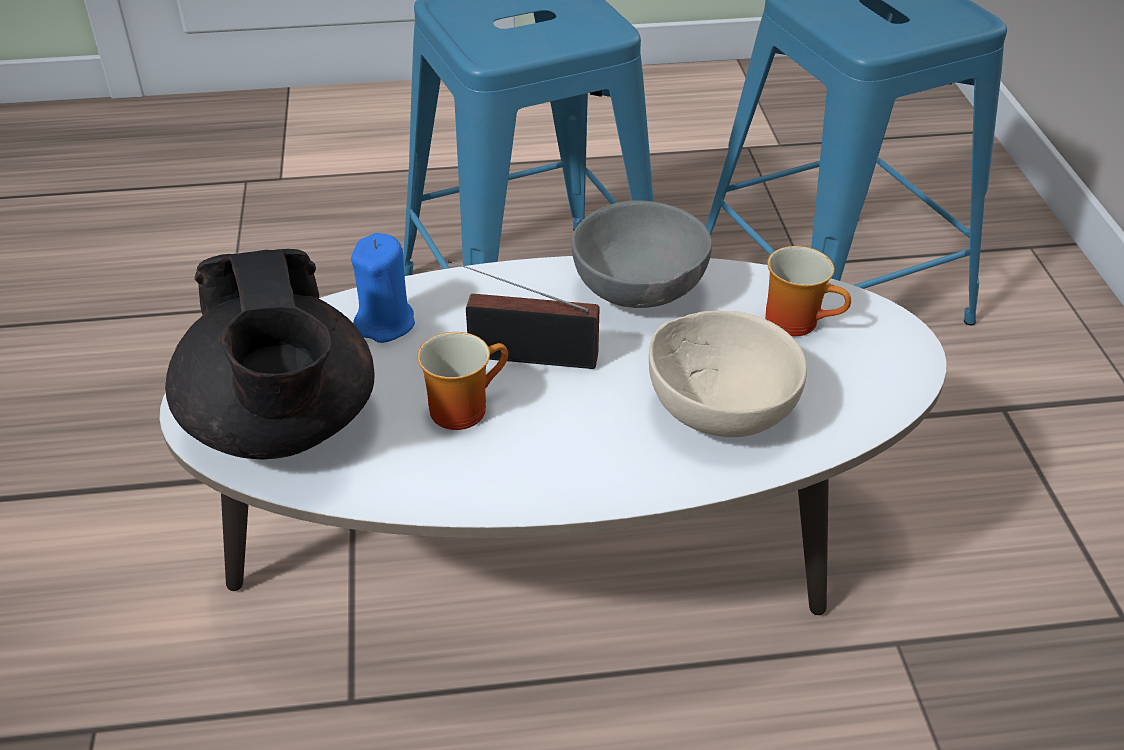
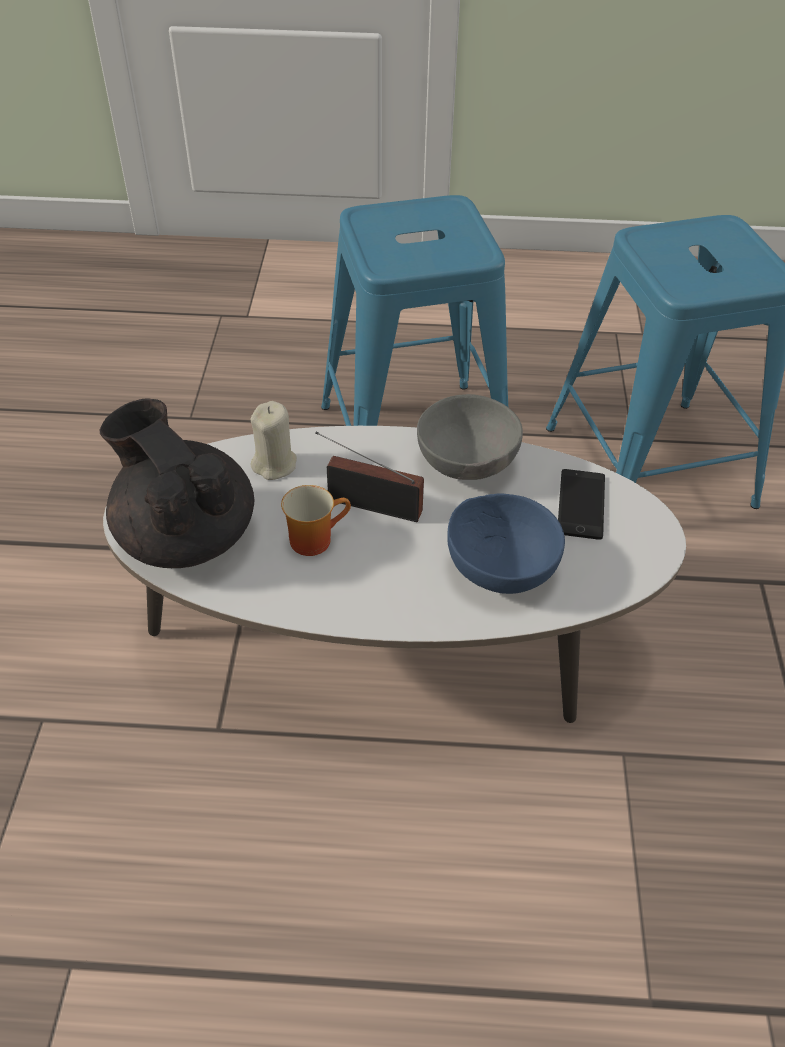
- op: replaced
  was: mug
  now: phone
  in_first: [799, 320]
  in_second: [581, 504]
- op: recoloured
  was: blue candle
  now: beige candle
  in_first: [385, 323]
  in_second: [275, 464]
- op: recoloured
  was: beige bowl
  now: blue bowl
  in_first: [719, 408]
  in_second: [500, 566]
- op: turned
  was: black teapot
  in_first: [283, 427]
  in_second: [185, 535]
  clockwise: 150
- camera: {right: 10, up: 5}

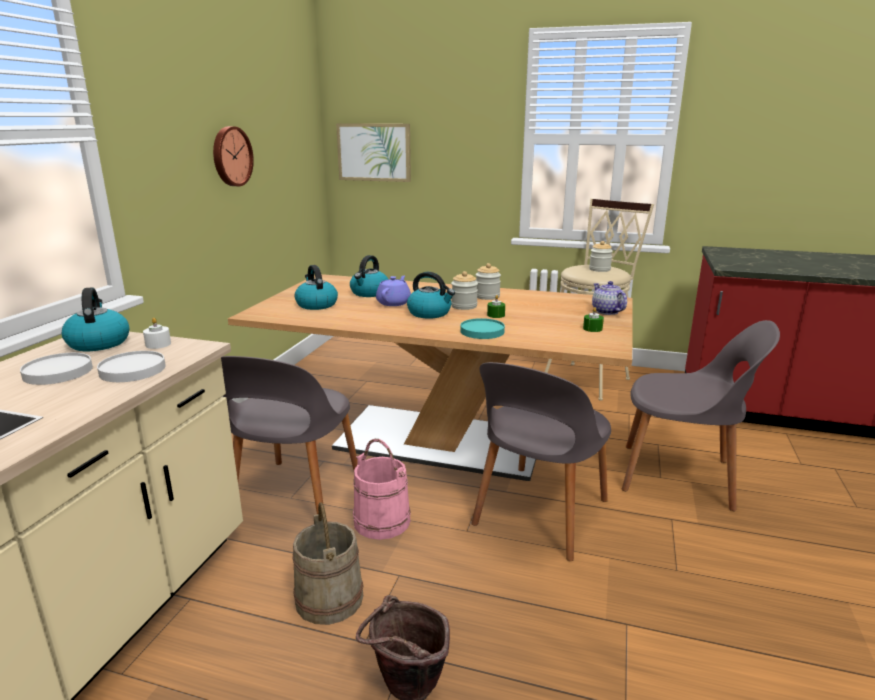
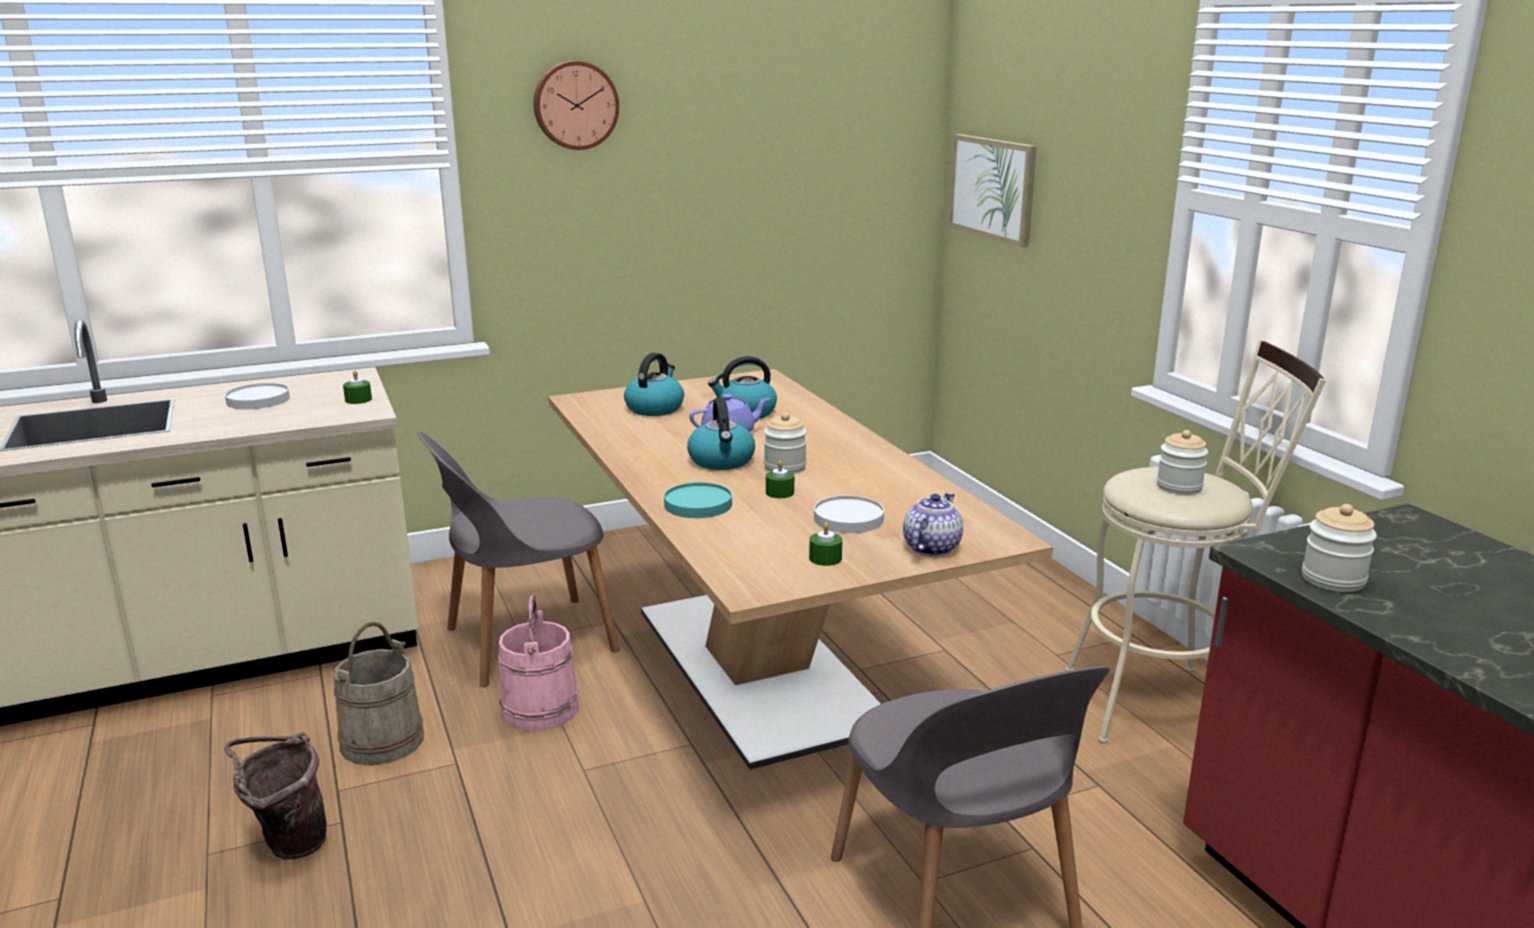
- op: removed
  was: kettle
  in_first: [98, 343]
- op: removed
  was: grey chair
  in_first: [539, 514]
- op: moved
  was: white plate
  in_first: [132, 370]
  in_second: [848, 518]
- op: moved
  was: wall clock
  in_first: [231, 156]
  in_second: [575, 105]
- op: moved
  was: jar
  in_first: [487, 296]
  in_second: [1333, 579]
- op: recoloured
  was: white candle
  now: green candle
  in_first: [158, 344]
  in_second: [358, 400]
- camera: {right: 50, up: 0}

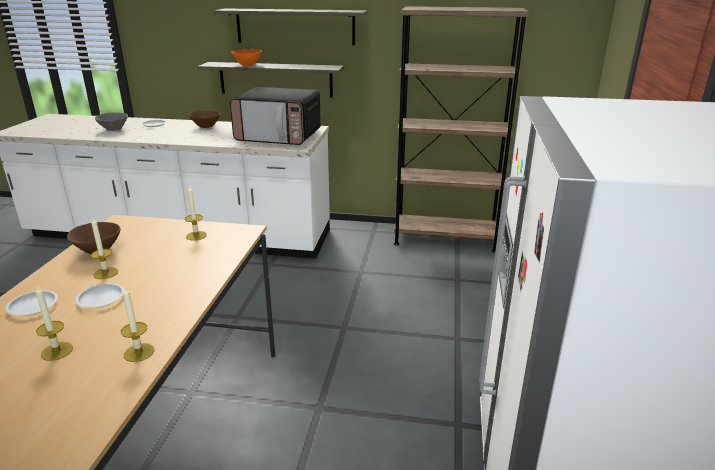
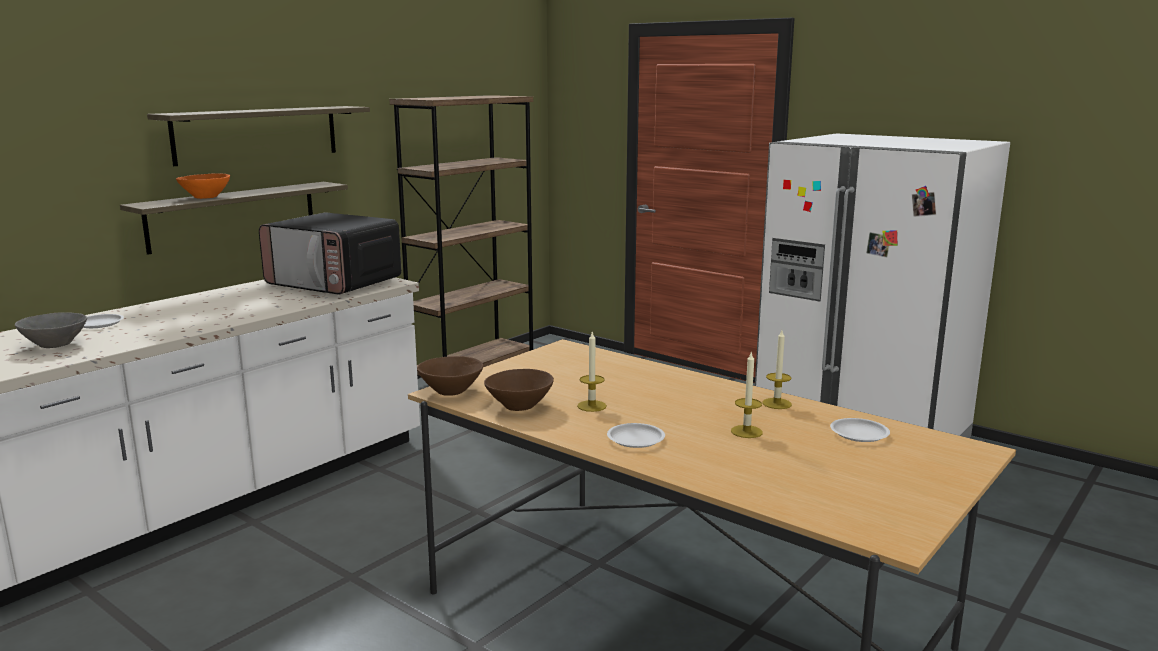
- op: removed
  was: candle
  in_first: [196, 236]
- op: moved
  was: white plate
  in_first: [101, 299]
  in_second: [859, 434]
- op: moved
  was: brown bowl
  in_first: [206, 126]
  in_second: [452, 391]
- op: turned
  was: microwave
  in_first: [279, 137]
  in_second: [334, 283]
  clockwise: 75
- camera: {right: -60, up: -10}

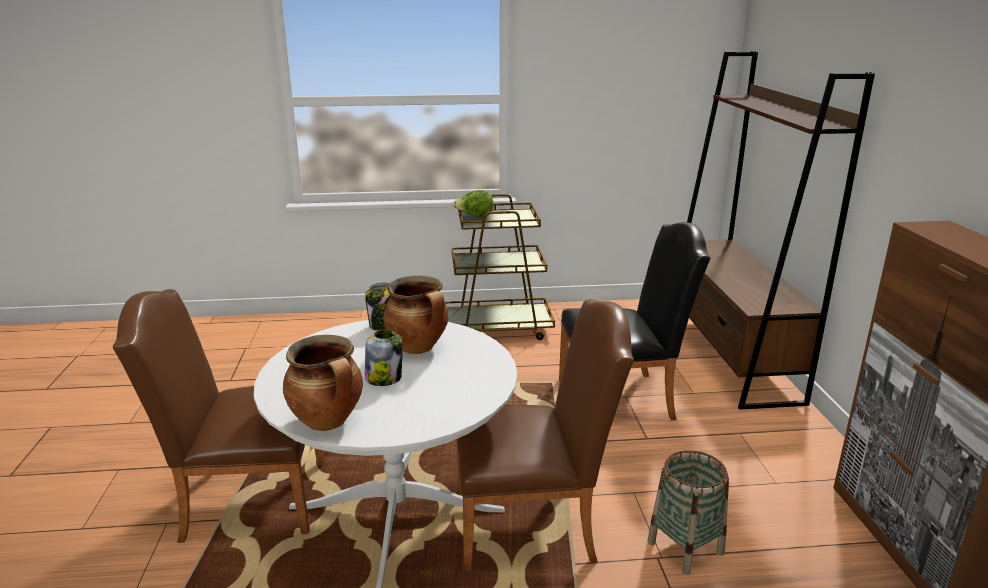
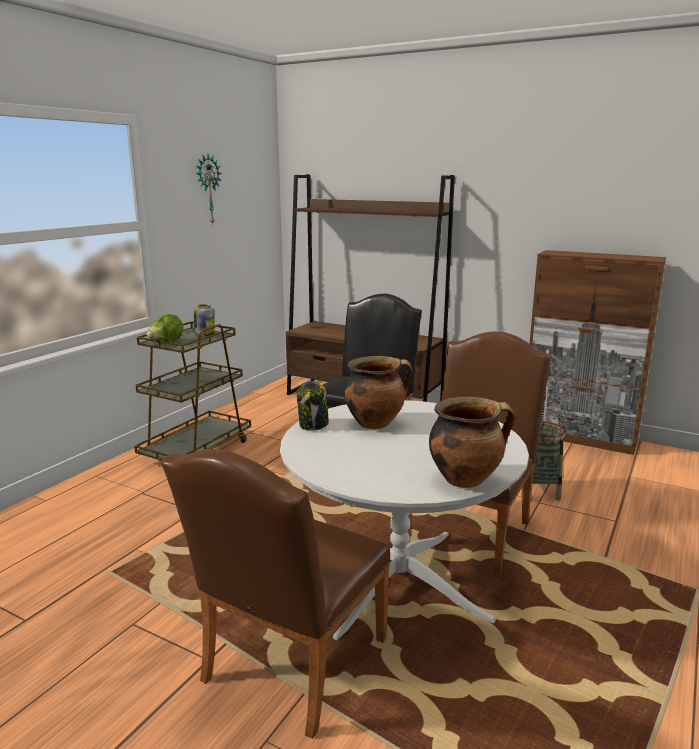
- op: added
  now: wall clock
  in_second: [207, 189]
- op: moved
  was: jar
  in_first: [384, 378]
  in_second: [204, 335]
- camera: {right: -55, up: -5}

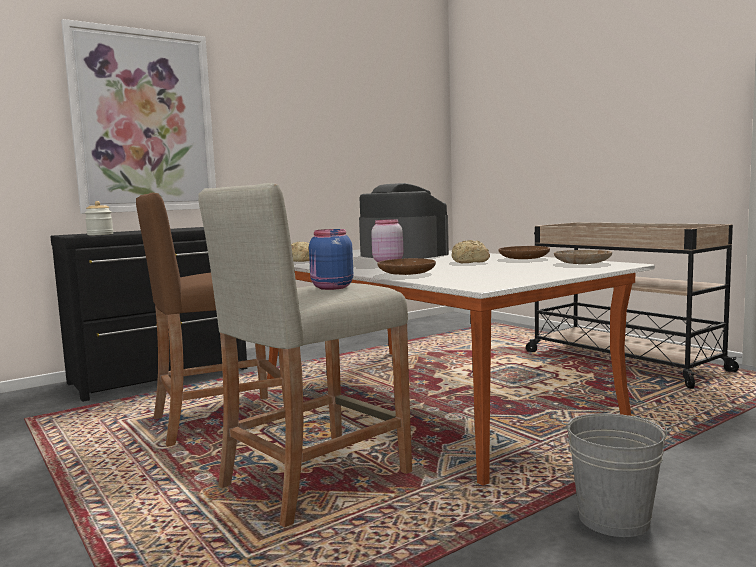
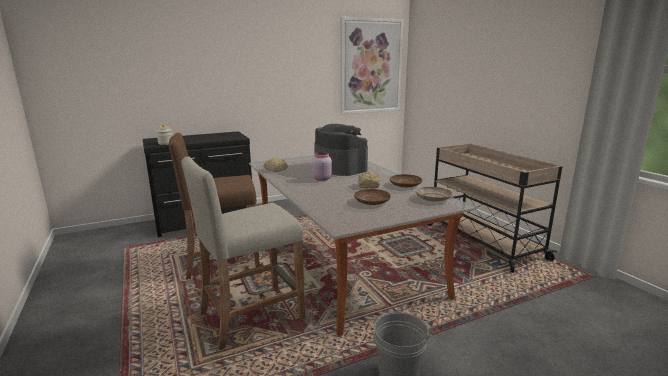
- op: removed
  was: blue jar
  in_first: [331, 288]
- op: moved
  was: picture
  in_first: [144, 122]
  in_second: [370, 66]
- op: moved
  was: brown plate
  in_first: [407, 273]
  in_second: [372, 201]
- camera: {right: 10, up: 10}

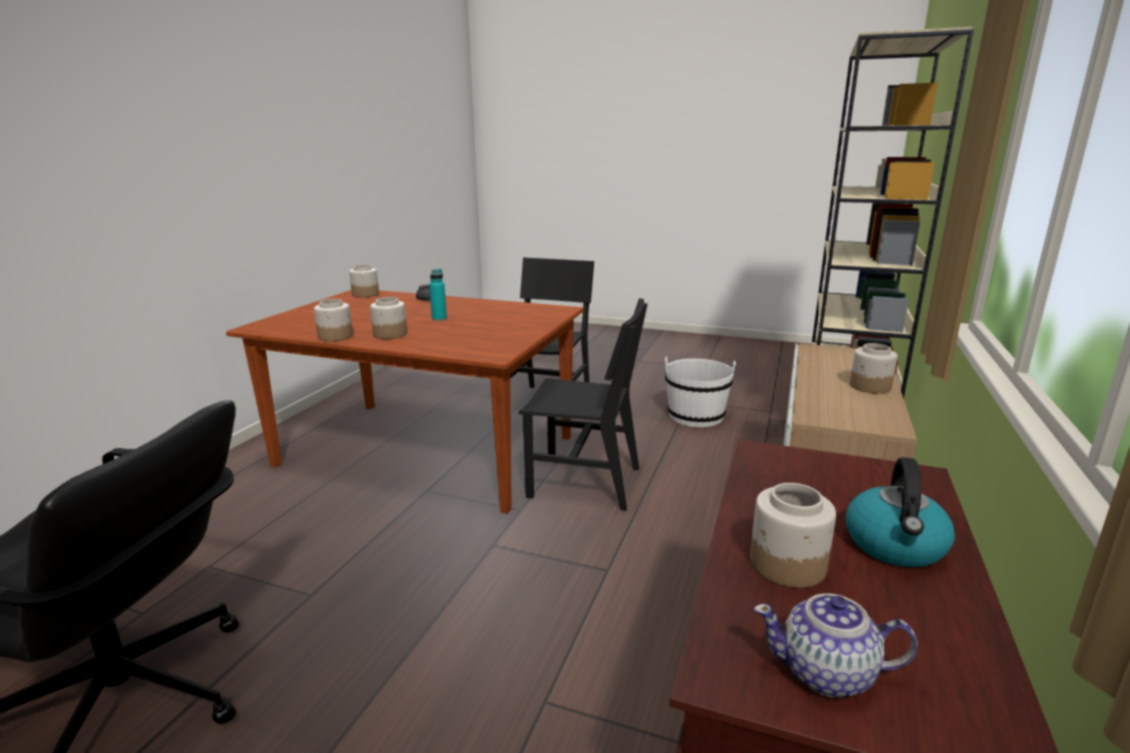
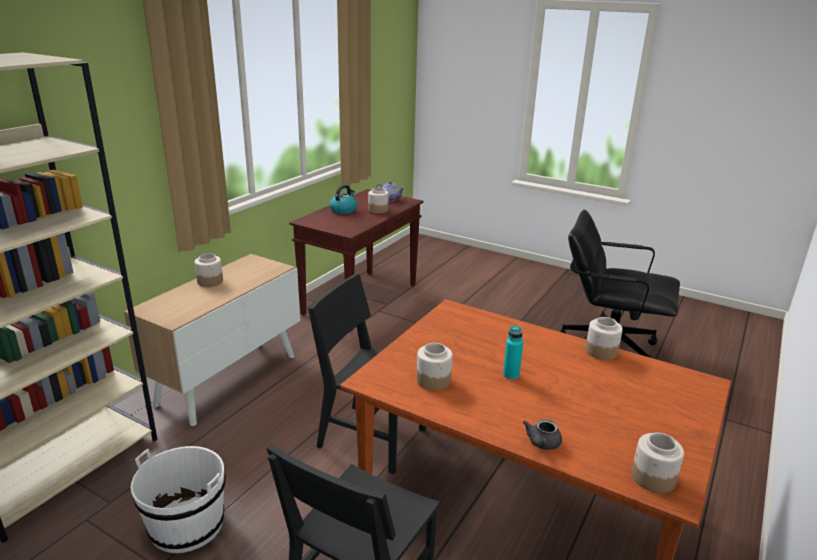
- op: moved
  was: jar
  in_first: [390, 334]
  in_second: [433, 380]
- camera: {right: -170, up: 5}

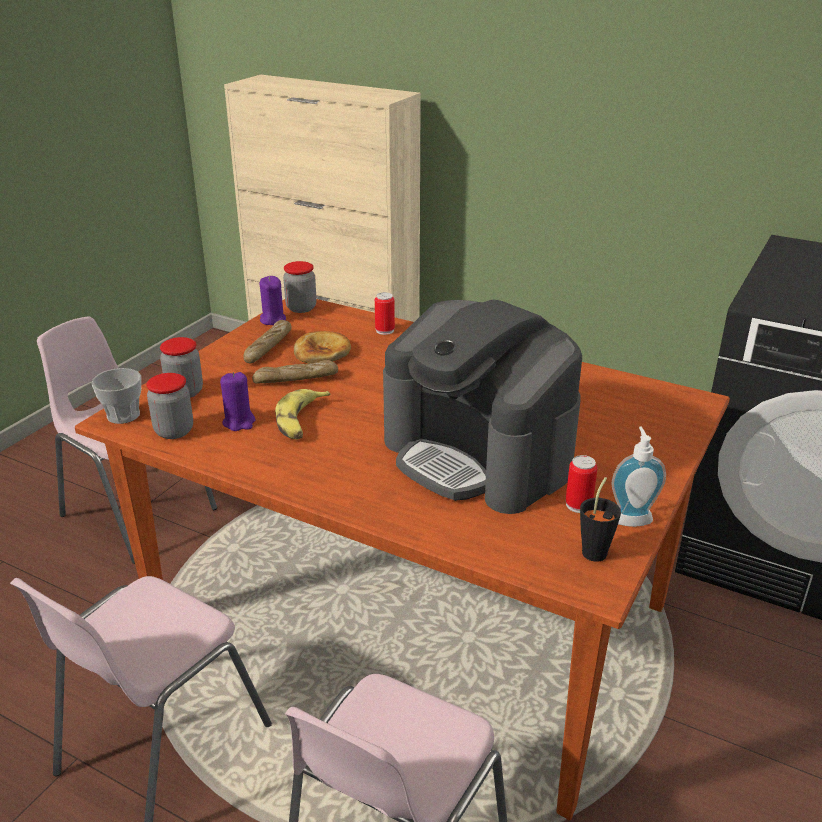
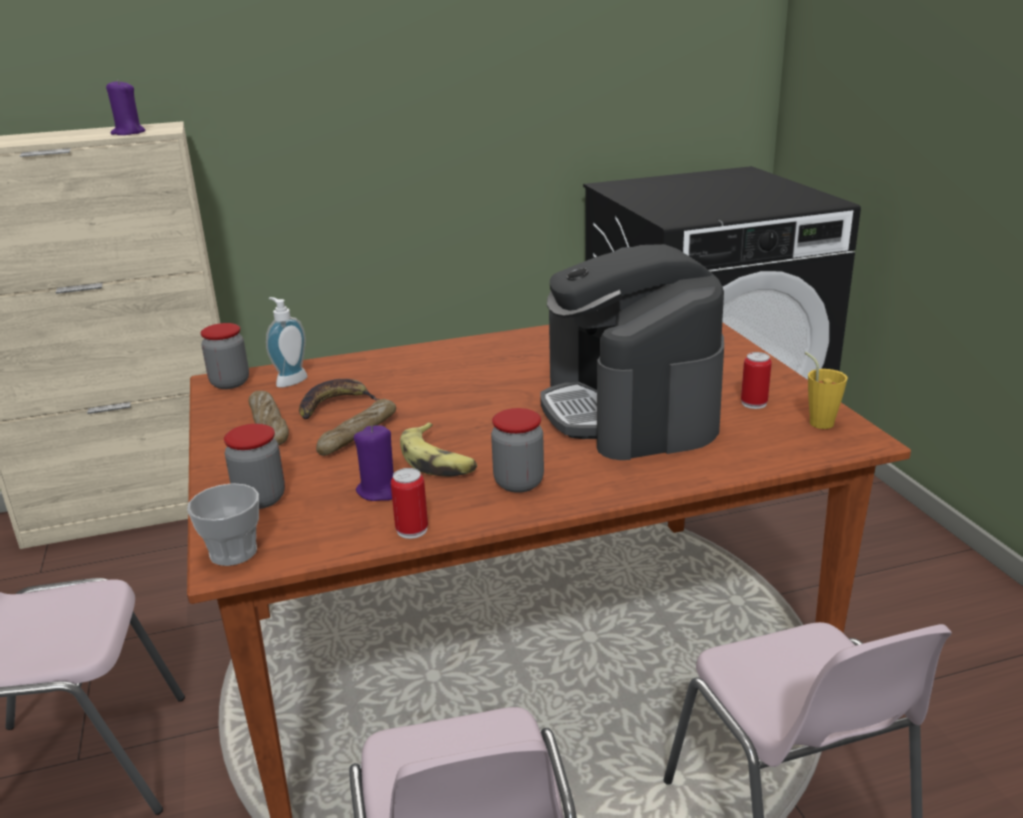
- op: moved
  was: jar
  in_first: [174, 431]
  in_second: [518, 483]
- op: moved
  was: purple candle
  in_first: [272, 320]
  in_second: [128, 133]
- op: moved
  was: can
  in_first: [385, 330]
  in_second: [412, 530]
- op: moved
  was: soap dispenser
  in_first: [631, 517]
  in_second: [289, 380]
- op: replaced
  was: bread
  now: banana
  in_first: [322, 352]
  in_second: [334, 405]
- op: recoloured
  was: black cup
  now: yellow cup
  in_first: [596, 549]
  in_second: [818, 421]
- op: turned
  was: coffee machine
  in_first: [478, 456]
  in_second: [629, 410]
  clockwise: 75
- camera: {right: -45, up: -5}

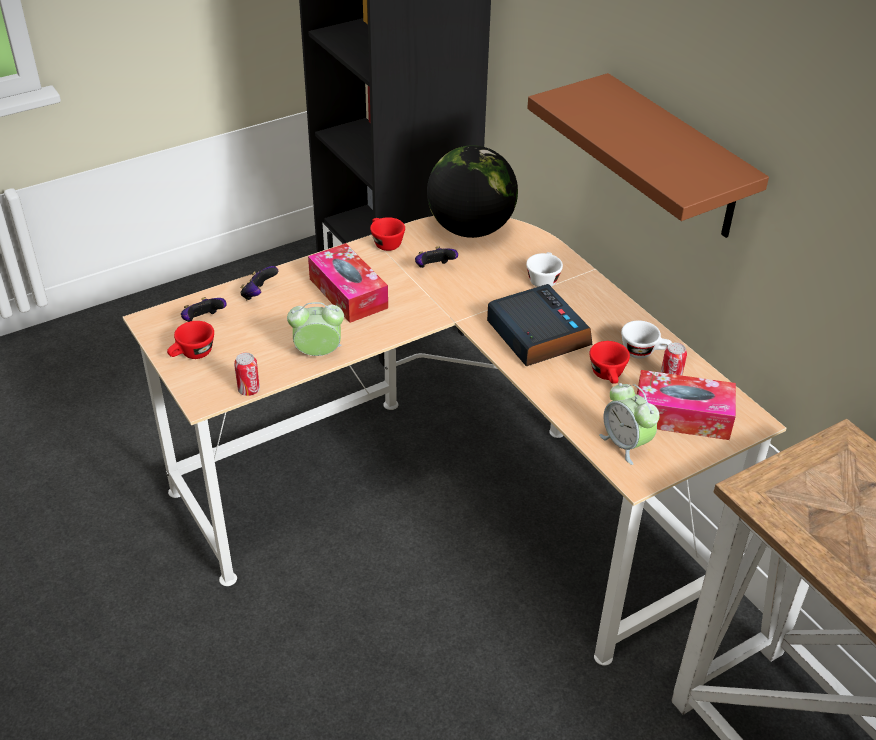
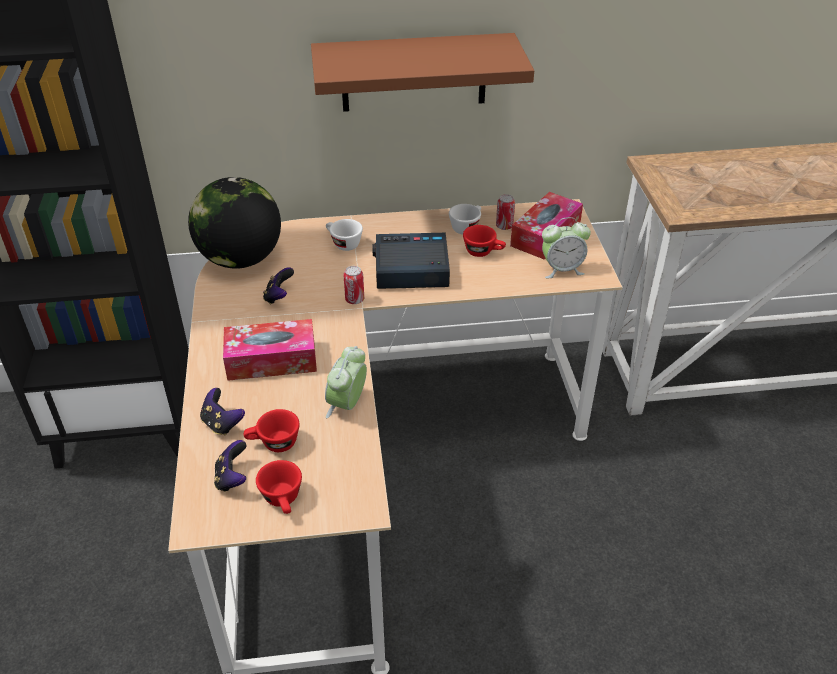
- op: moved
  was: can
  in_first: [249, 390]
  in_second: [354, 300]
- op: moved
  was: red cup
  in_first: [385, 242]
  in_second: [273, 444]
- camera: {right: -65, up: 0}

